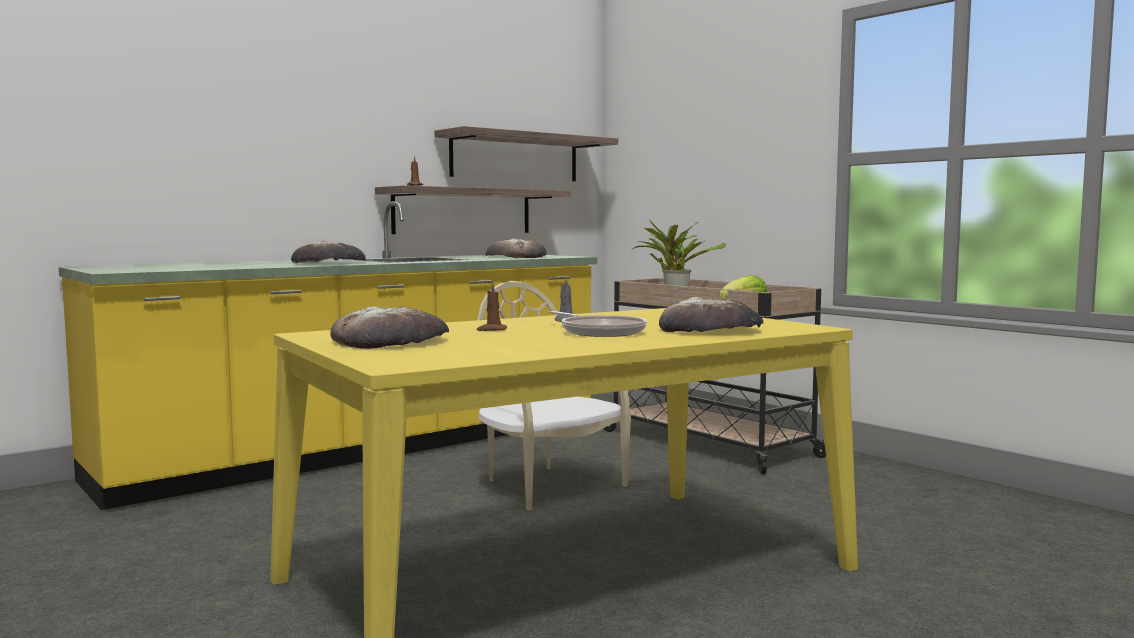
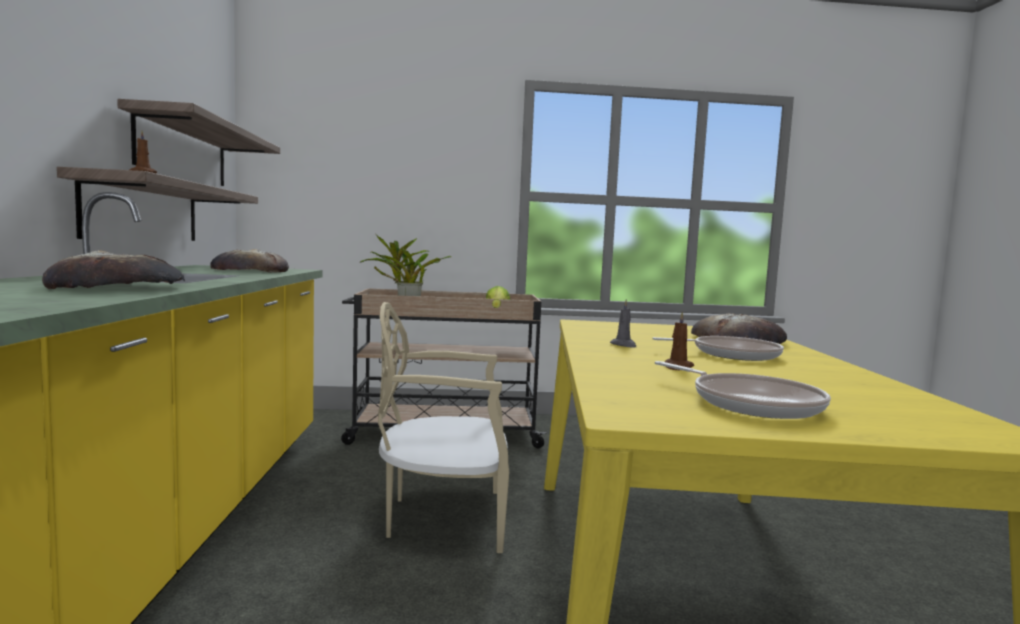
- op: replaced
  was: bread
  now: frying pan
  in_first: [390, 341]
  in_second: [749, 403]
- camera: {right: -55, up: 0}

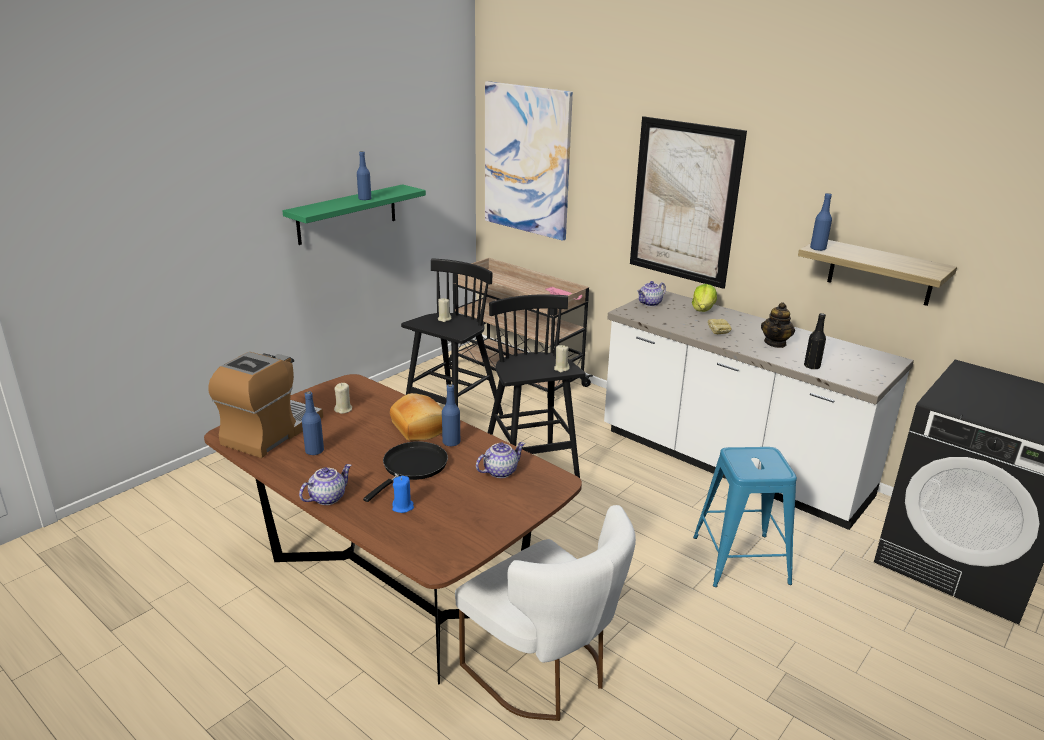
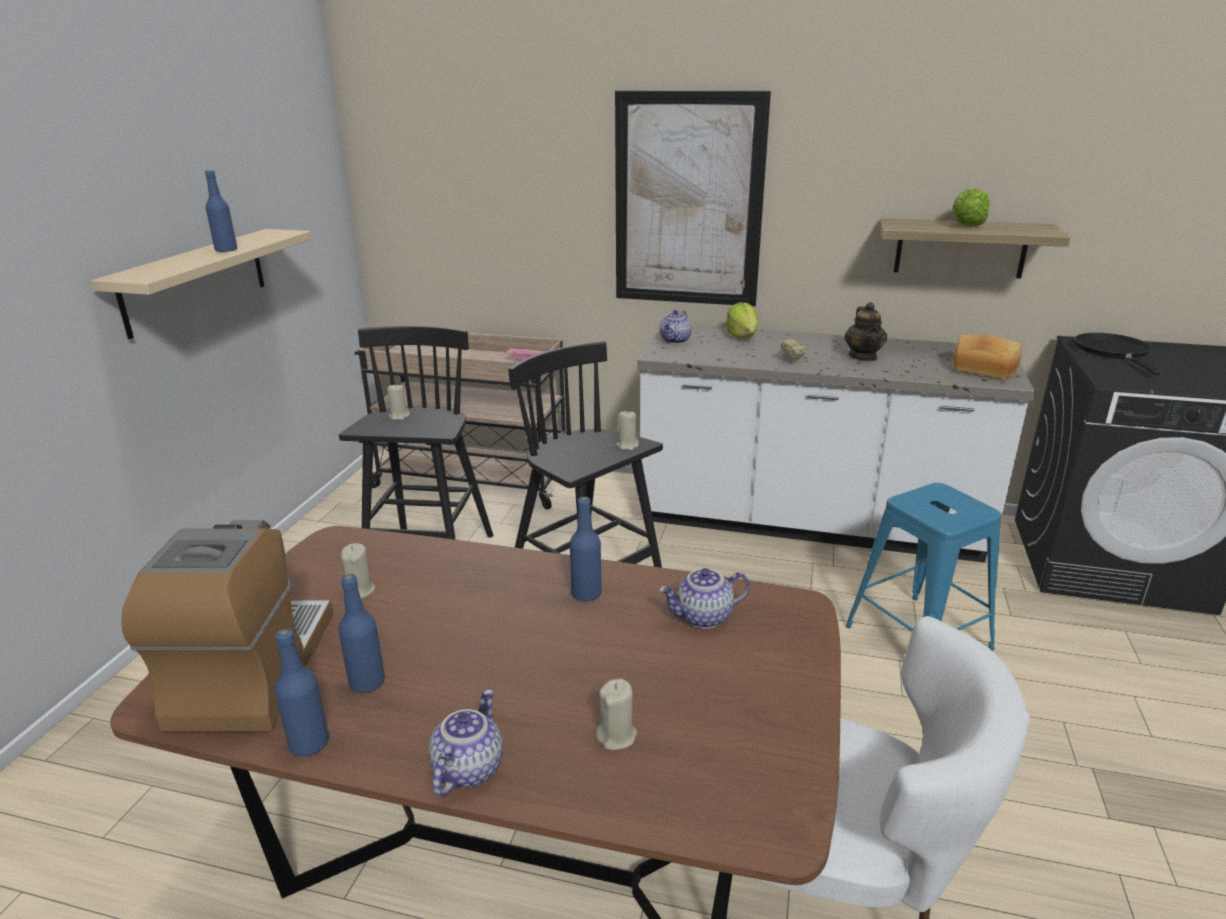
- op: removed
  was: picture
  in_first: [527, 160]
- op: removed
  was: black bottle
  in_first: [811, 366]
- op: added
  now: lettuce
  in_second: [967, 225]
- op: moved
  was: black frying pan
  in_first: [412, 467]
  in_second: [1113, 352]
- op: moved
  was: bread
  in_first: [420, 427]
  in_second: [984, 369]
- op: moved
  was: blue bottle
  in_first: [818, 249]
  in_second: [309, 744]
- op: recoloured
  was: green shelf
  now: beige shelf
  in_first: [347, 214]
  in_second: [195, 281]
- op: recoloured
  was: blue candle
  now: beige candle
  in_first: [403, 507]
  in_second: [617, 736]
- op: turned
  was: teapot
  in_first: [500, 471]
  in_second: [703, 618]
  clockwise: -135
- camera: {right: -25, up: 0}

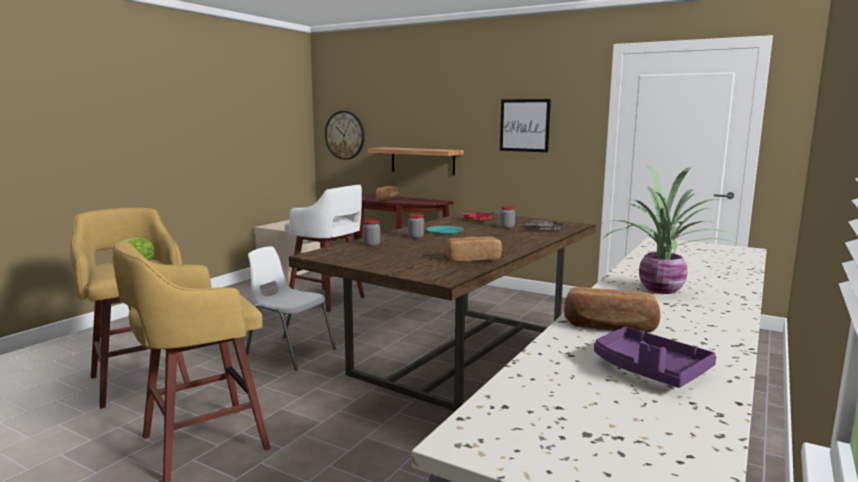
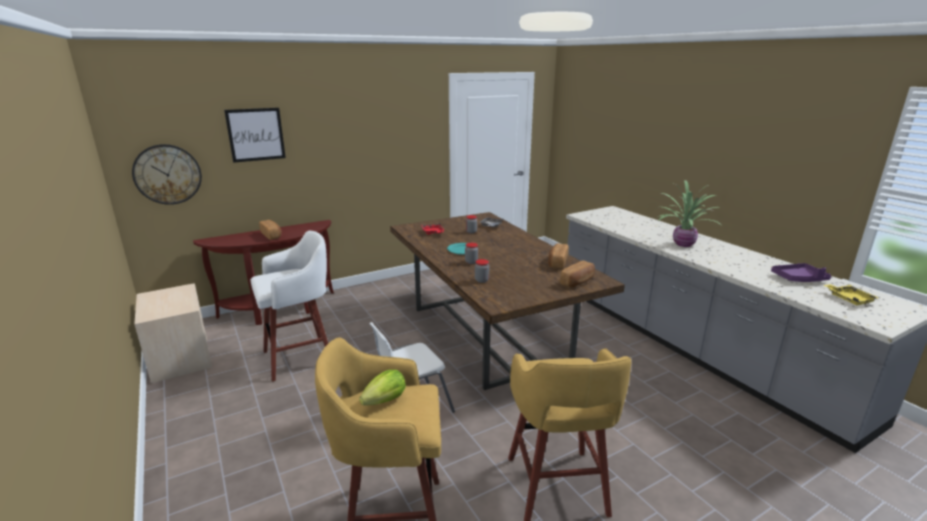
- op: removed
  was: shelf
  in_first: [422, 161]
- op: added
  now: yellow tray
  in_second: [849, 299]
- op: moved
  was: picture
  in_first: [524, 125]
  in_second: [256, 134]
- op: moved
  was: bread
  in_first: [609, 327]
  in_second: [578, 282]
- camera: {right: -60, up: 10}

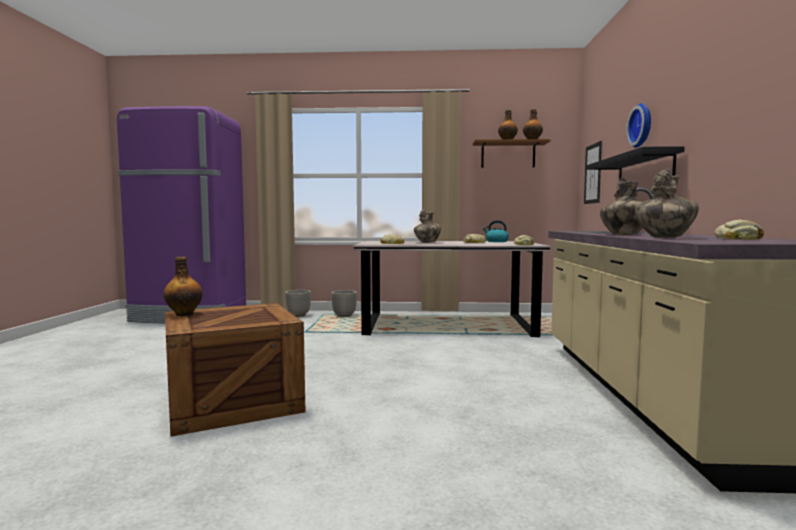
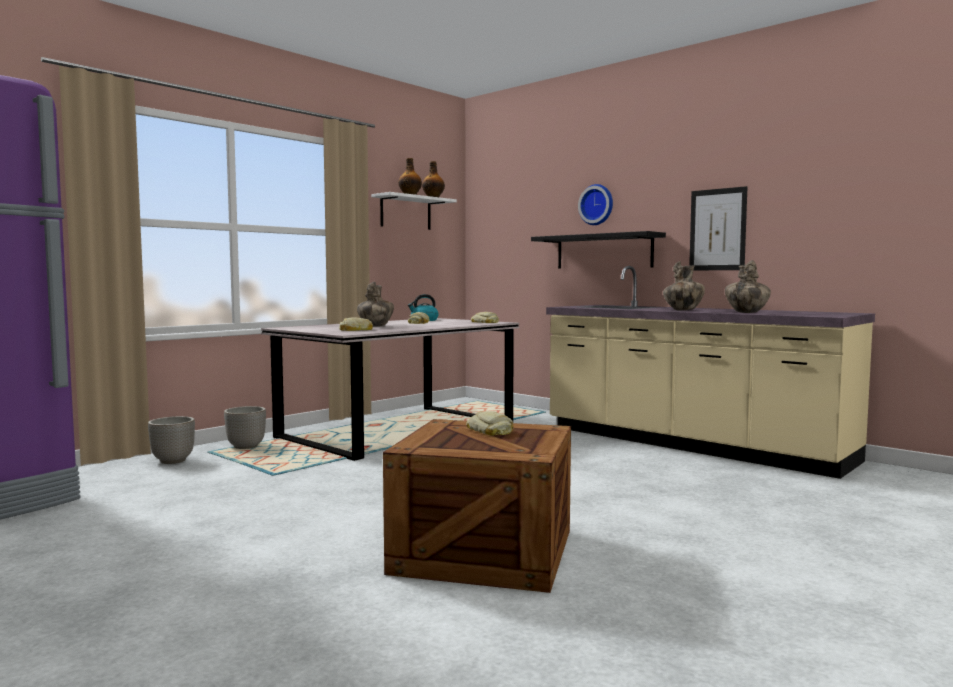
- op: removed
  was: bottle
  in_first: [184, 314]
- op: moved
  was: picture
  in_first: [593, 174]
  in_second: [717, 229]
- op: moved
  was: bread
  in_first: [737, 238]
  in_second: [490, 430]
- op: recoloured
  was: brown shelf
  now: white shelf
  in_first: [508, 155]
  in_second: [405, 213]
- camera: {right: -50, up: 0}

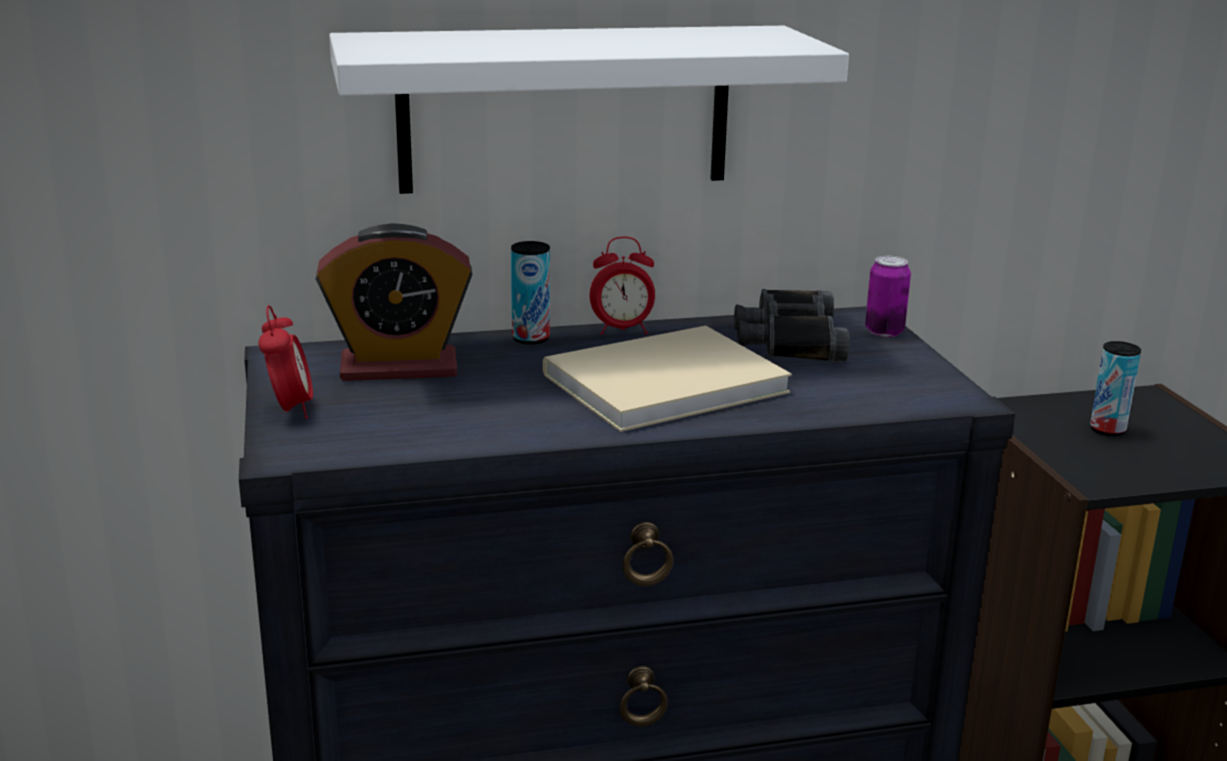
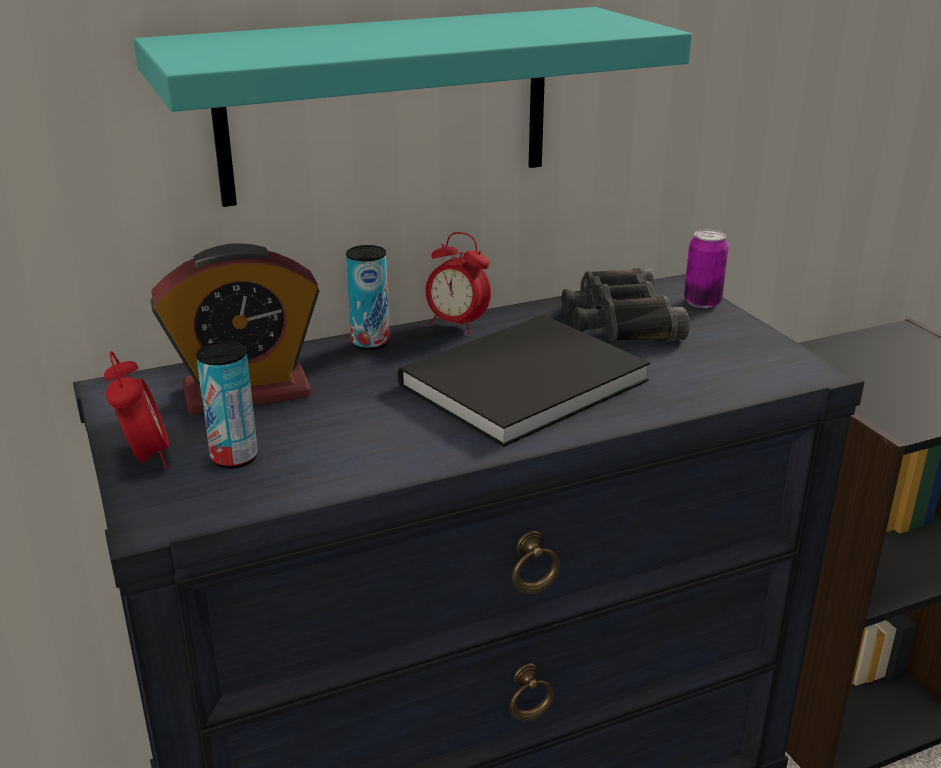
- op: moved
  was: can
  in_first: [1107, 430]
  in_second: [234, 458]
- op: recoloured
  was: white shelf
  now: turquoise shelf
  in_first: [565, 108]
  in_second: [386, 105]
- op: recoloured
  was: beige book
  now: black book
  in_first: [656, 382]
  in_second: [515, 382]
- op: turned
  was: alarm clock
  in_first: [622, 330]
  in_second: [457, 325]
  clockwise: 45
- camera: {right: -10, up: 5}

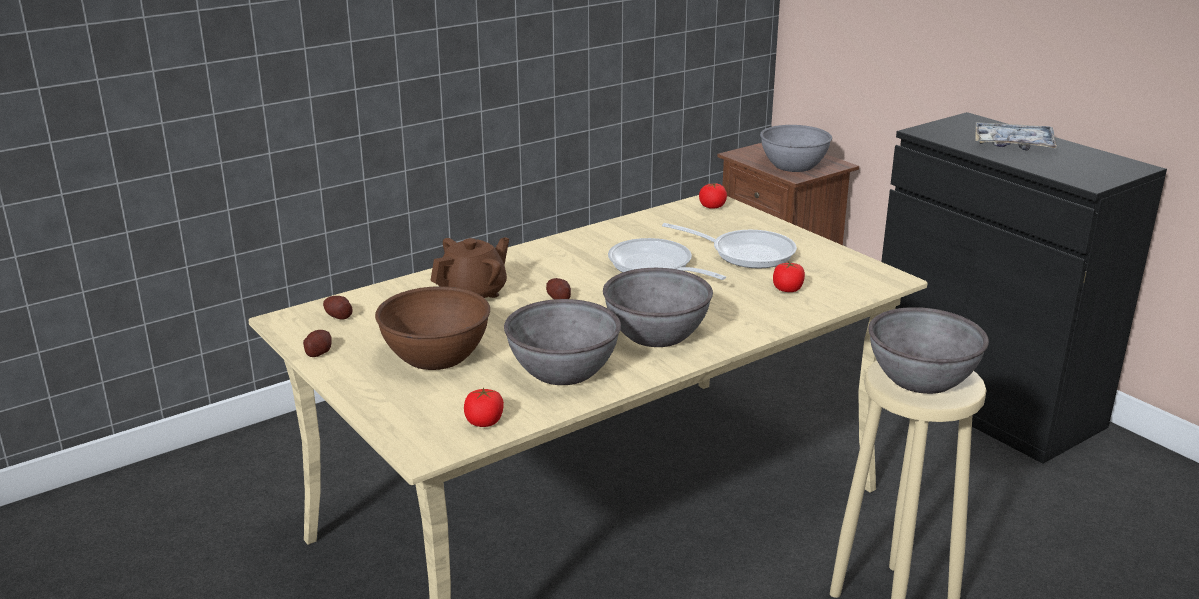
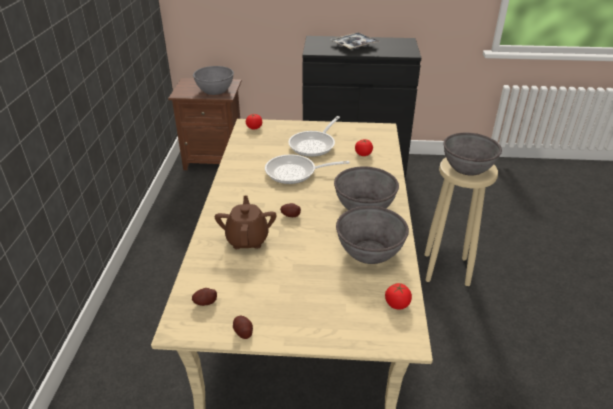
- op: removed
  was: brown bowl
  in_first: [436, 356]
- op: turned
  was: frying pan
  in_first: [745, 253]
  in_second: [314, 145]
  clockwise: 150
- camera: {right: -50, up: 10}

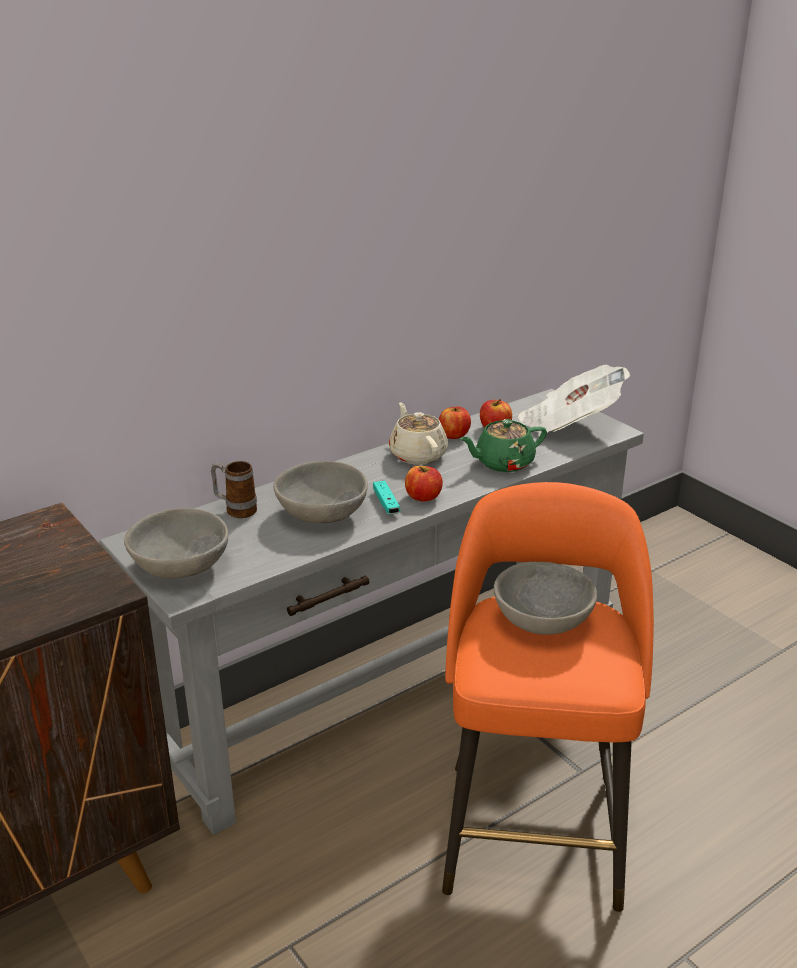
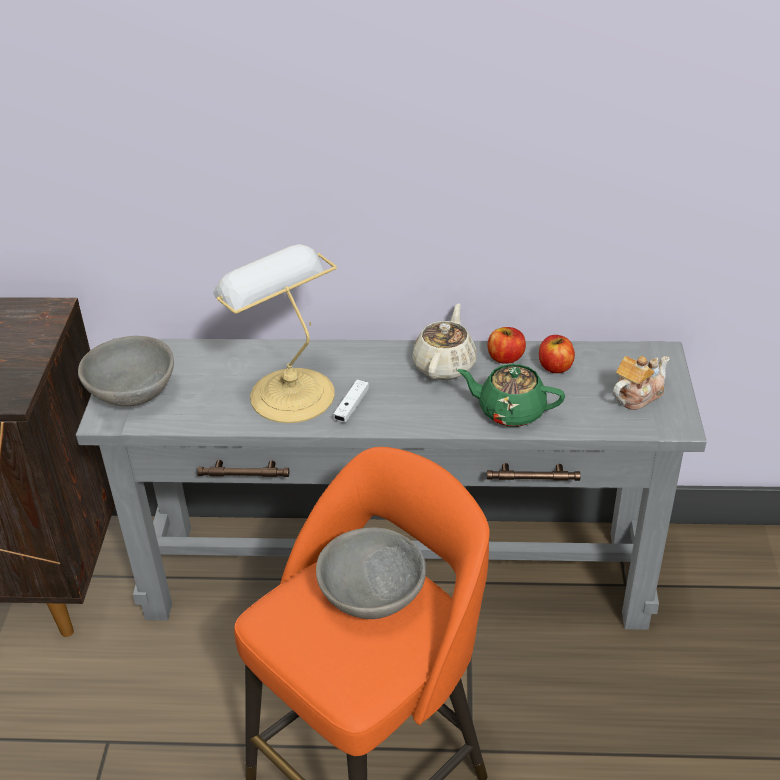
- op: removed
  was: mug
  in_first: [235, 510]
- op: removed
  was: apple
  in_first: [423, 497]
- op: replaced
  was: grey bowl
  now: table lamp
  in_first: [322, 514]
  in_second: [289, 393]
- op: replaced
  was: newspaper
  now: teapot
  in_first: [569, 424]
  in_second: [637, 395]
- op: recoloured
  was: turquoise game controller
  now: white game controller
  in_first: [386, 504]
  in_second: [351, 406]
- camera: {right: 40, up: 10}

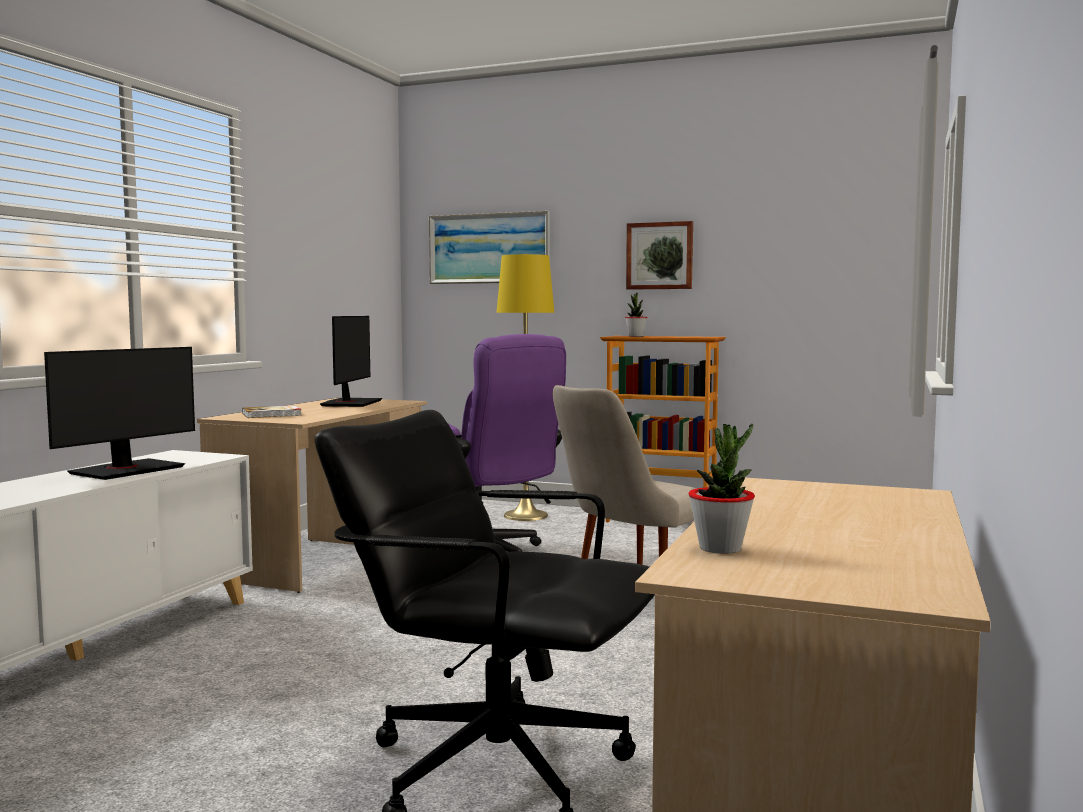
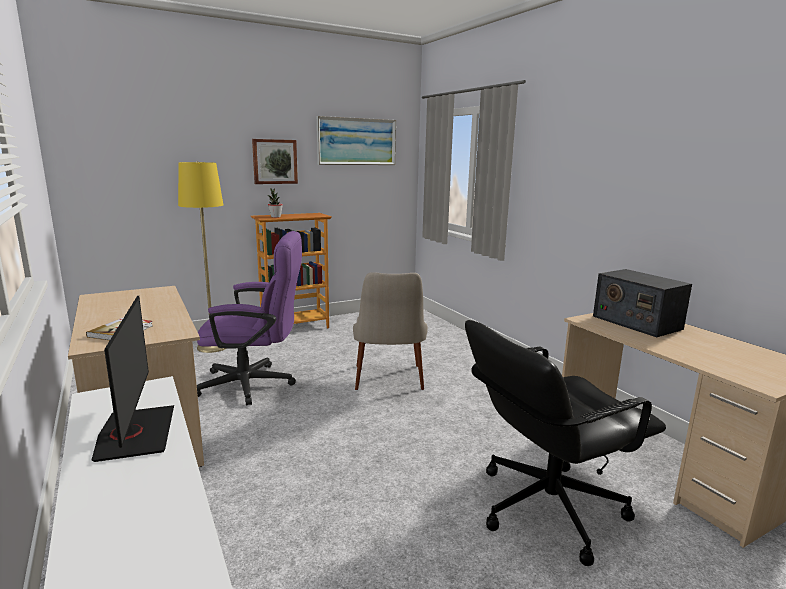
- op: removed
  was: monitor
  in_first: [350, 403]
- op: removed
  was: potted plant
  in_first: [720, 548]
- op: added
  now: radio
  in_second: [636, 322]
- op: moved
  was: picture
  in_first: [489, 248]
  in_second: [357, 141]
- camera: {right: -50, up: 10}

